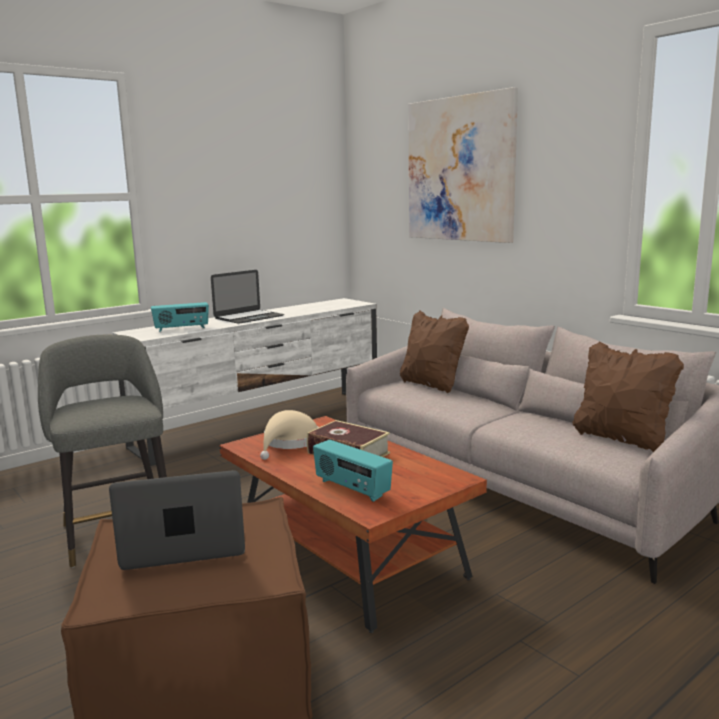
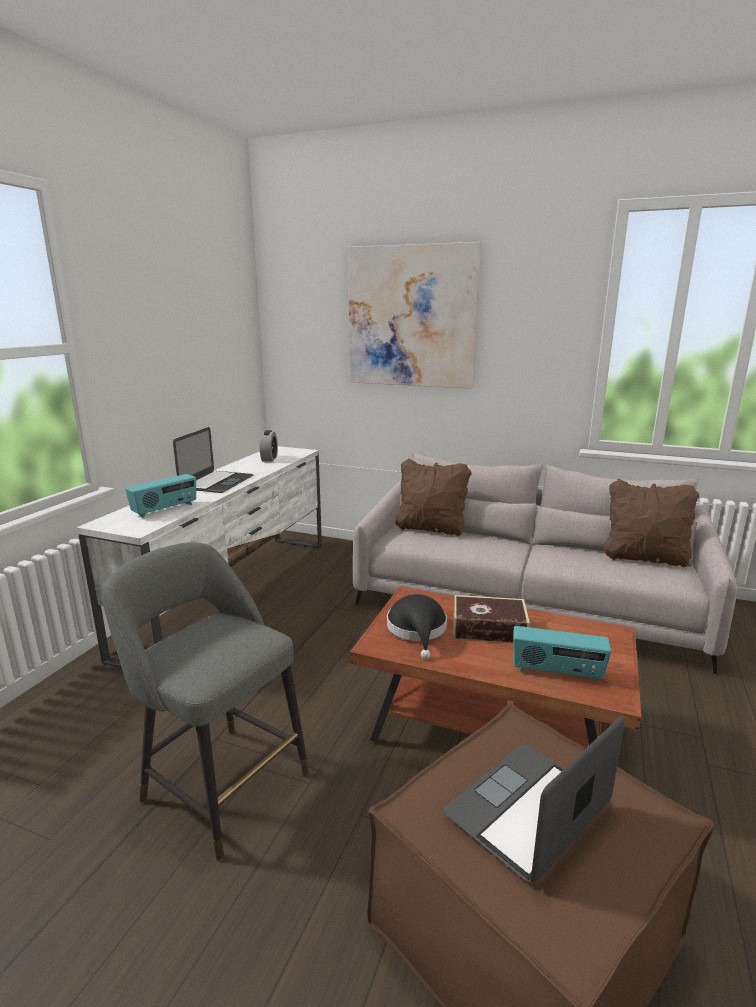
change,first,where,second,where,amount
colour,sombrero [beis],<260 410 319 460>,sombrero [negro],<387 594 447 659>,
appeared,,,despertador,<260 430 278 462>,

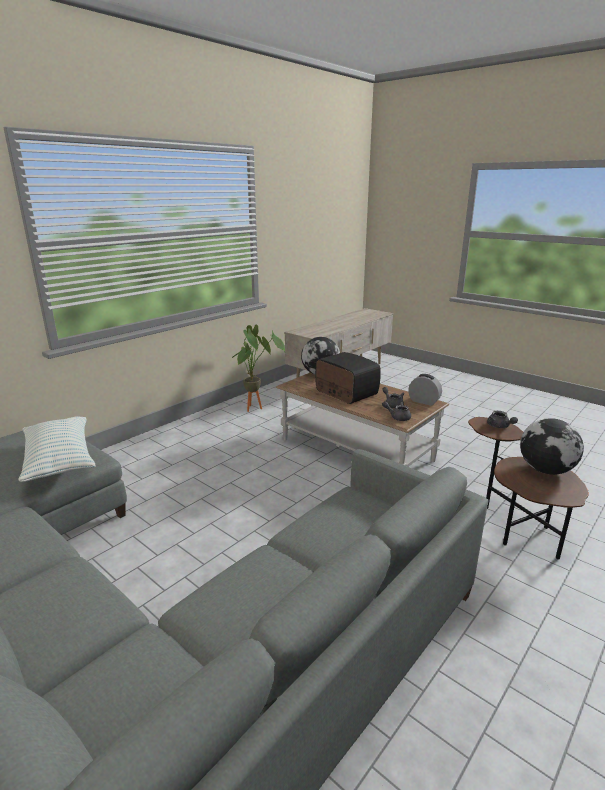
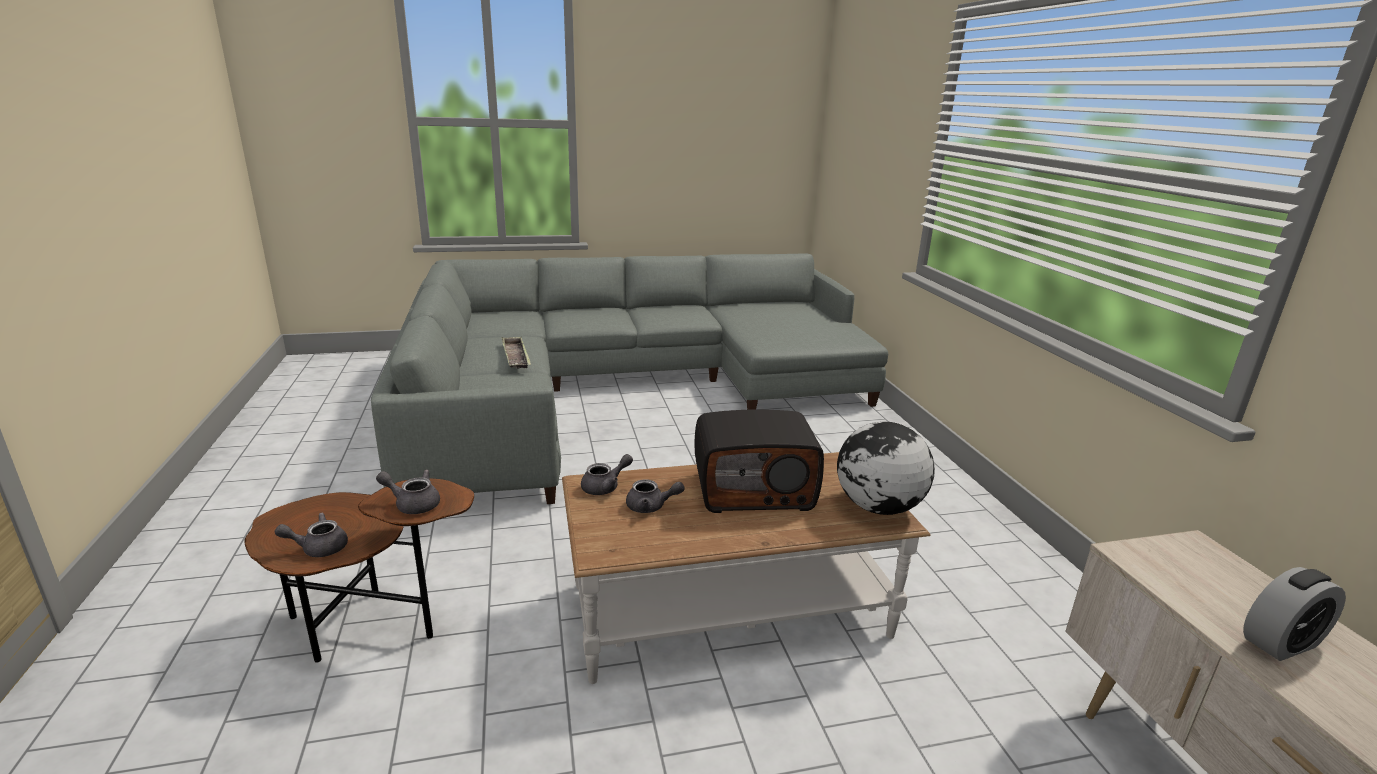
change,first,where,second,where,amount
missing,planta en maceta,<231 325 285 412>,,,
relocated,despertador,<408 374 442 406>,,<1243 567 1346 661>,
missing,cojín,<18 416 95 482>,,,
exchanged,globo terráqueo,<520 418 584 475>,tetera [gris],<275 513 348 557>,
appeared,,,bandeja,<501 337 531 369>,

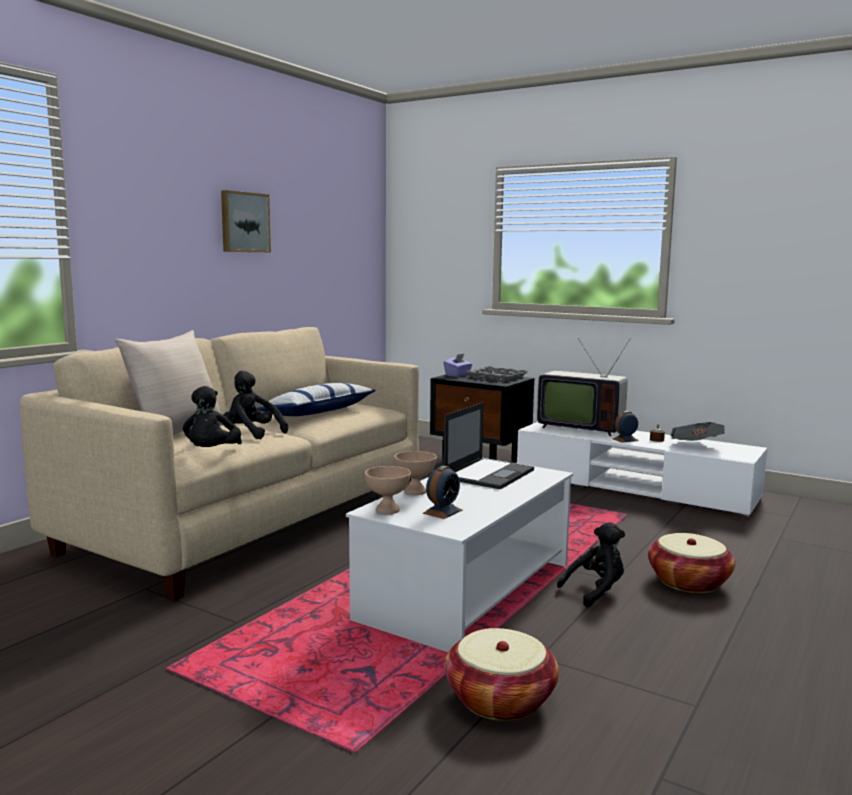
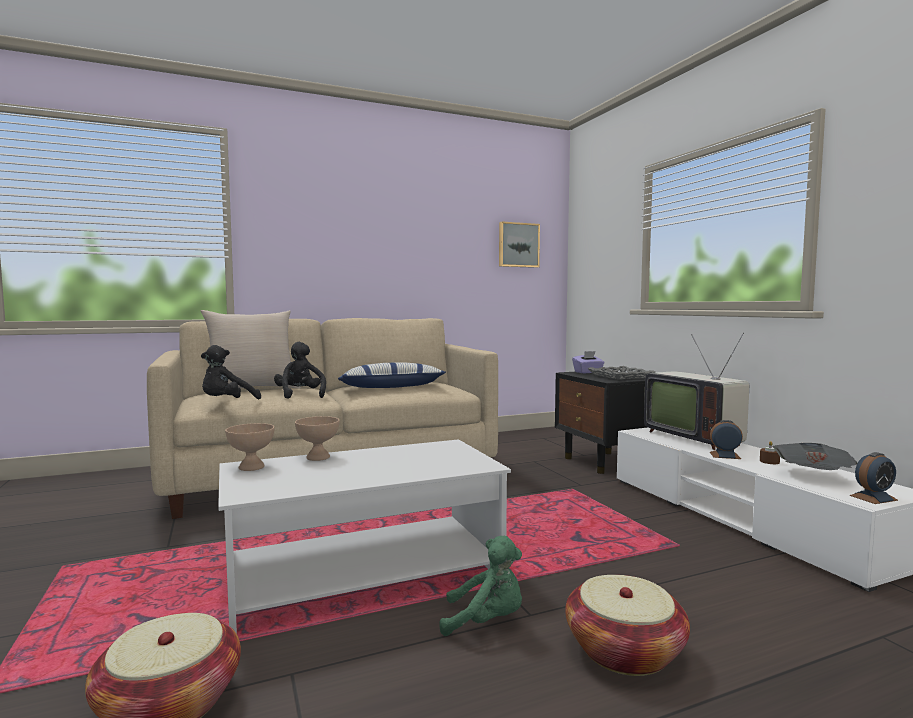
change,first,where,second,where,amount
relocated,cuadro,<221 190 271 252>,,<499 222 540 268>,
missing,portátil,<444 402 534 489>,,,
relocated,despertador,<423 466 463 519>,,<849 452 898 504>,
colour,peluche [negro],<557 522 625 607>,peluche [verde],<439 536 522 636>,

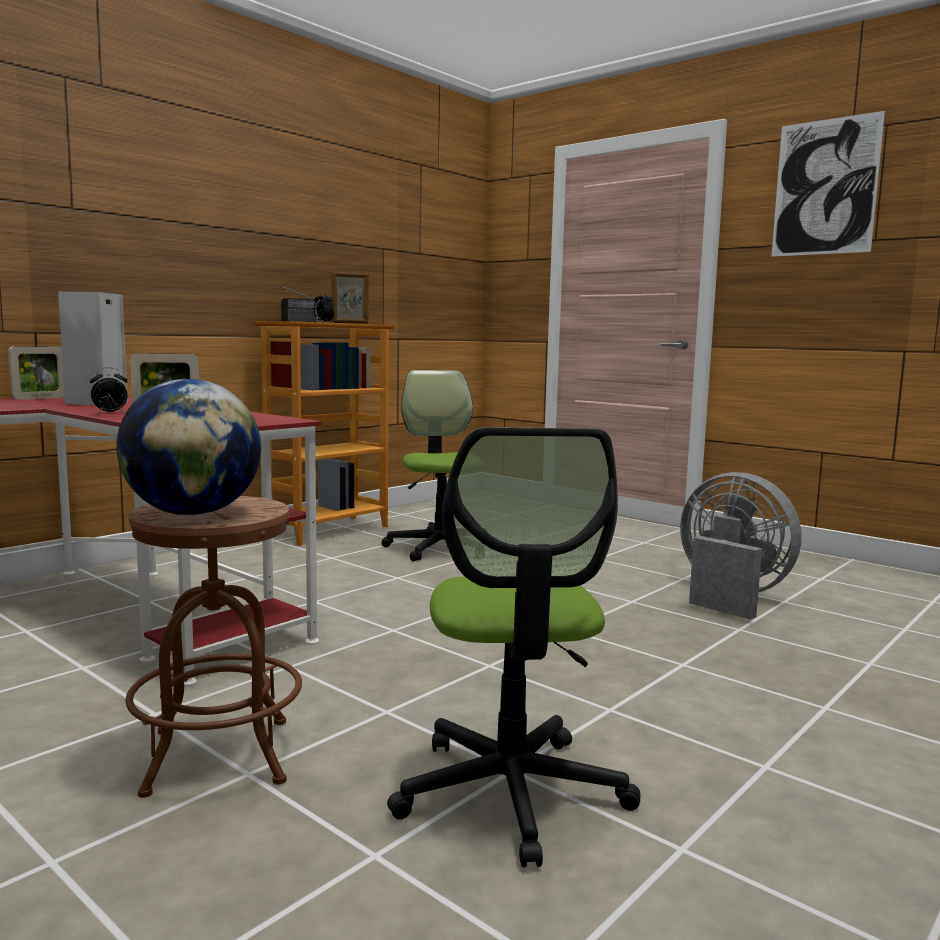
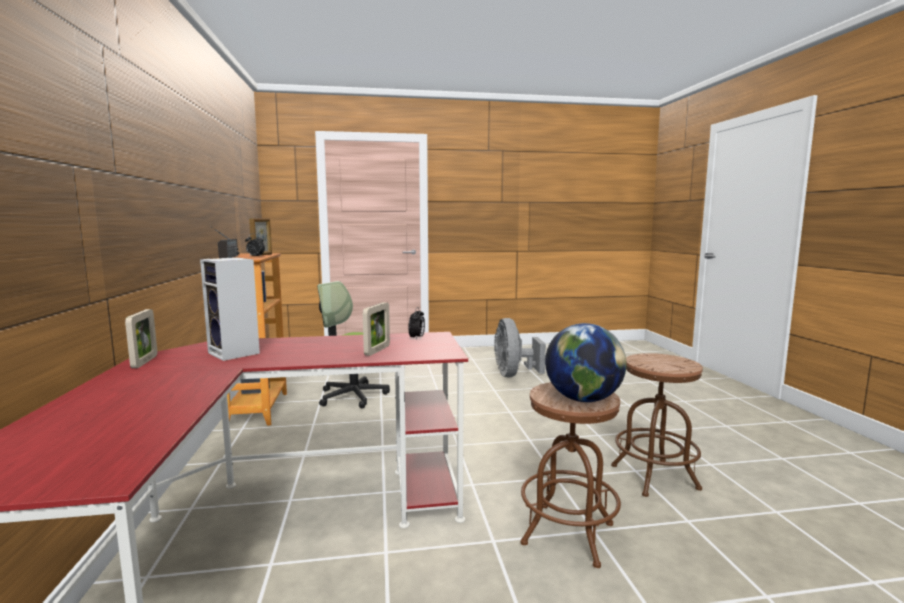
change,first,where,second,where,amount
missing,cuadro,<771 111 885 257>,,,
relocated,despertador,<90 367 128 414>,,<409 307 425 339>,
exchanged,silla de oficina,<387 427 640 867>,taburete [marrón],<611 353 703 497>,
spun,ventilador [gris],<680 472 802 620>,,<494 318 546 378>,90 degrees counterclockwise

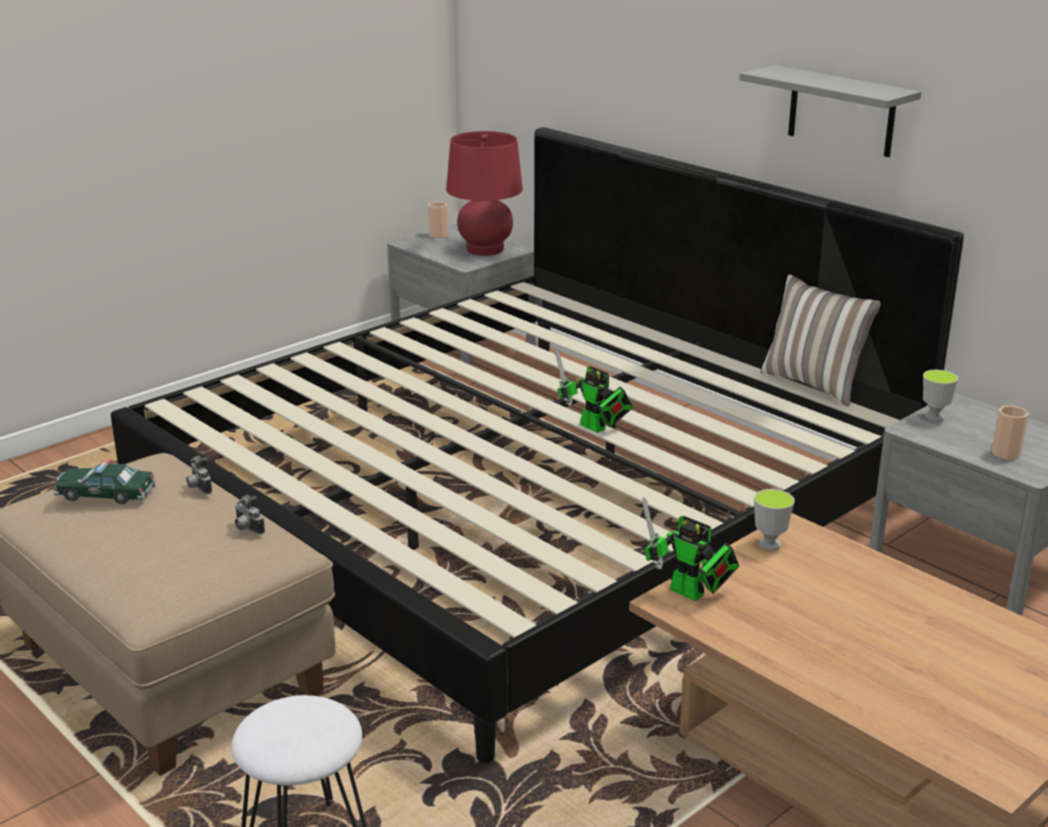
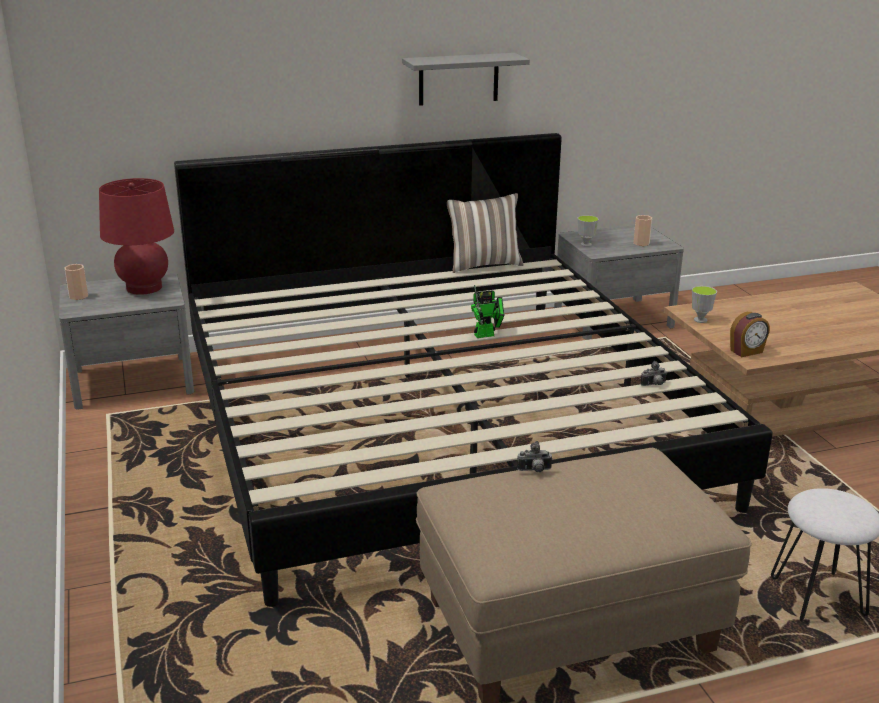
change,first,where,second,where,amount
missing,coche de juguete,<53 458 156 504>,,,
relocated,cámara,<235 495 265 535>,,<640 361 667 386>,
exchanged,robot de juguete,<642 497 739 601>,despertador,<730 312 770 357>,

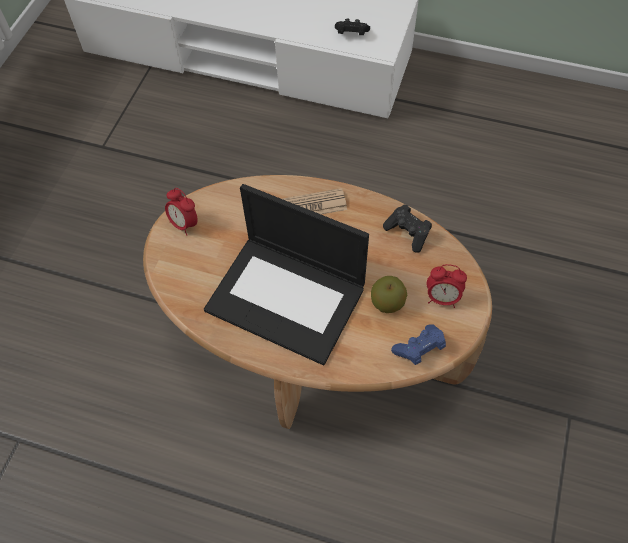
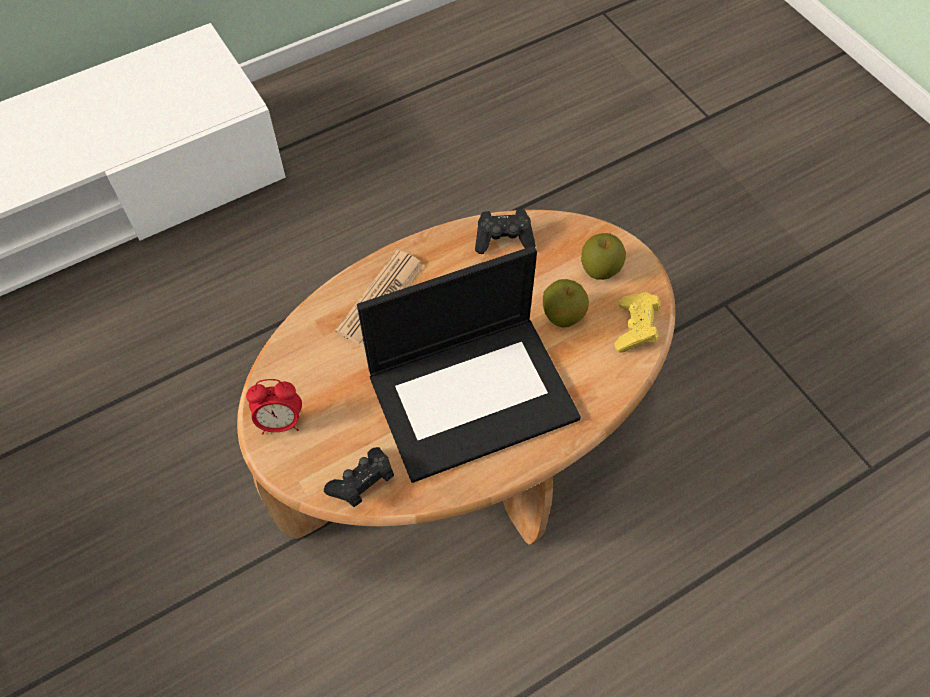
change,first,where,second,where,amount
relocated,mando de consola [negro],<335 19 370 35>,,<324 447 394 507>,
exchanged,despertador,<426 264 467 308>,manzana,<581 233 626 280>,
colour,mando de consola [azul],<391 324 446 365>,mando de consola [amarillo],<614 292 660 353>,

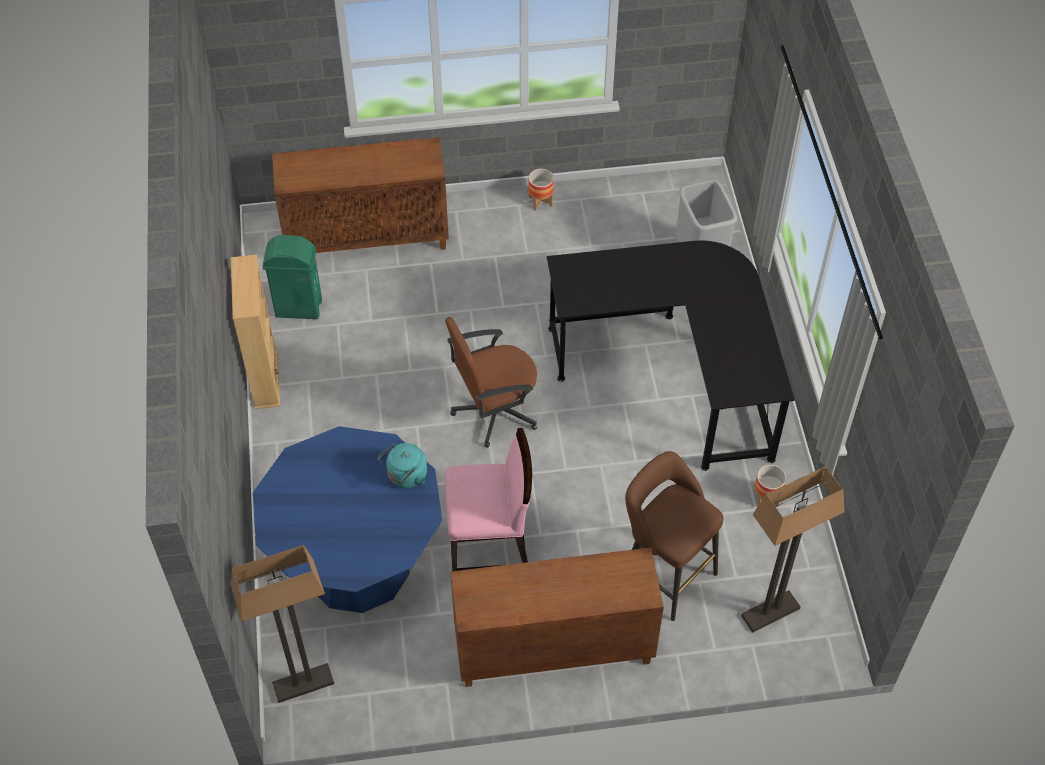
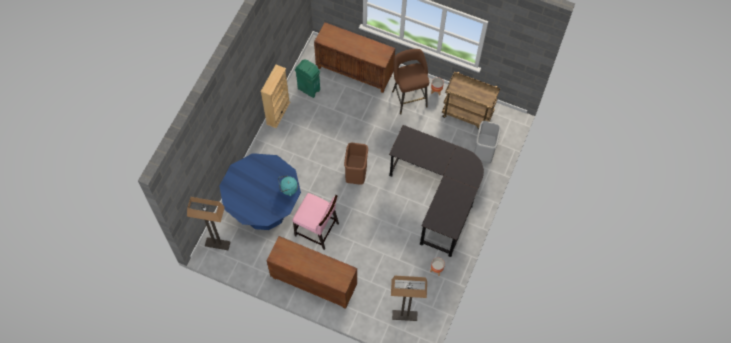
change,first,where,second,where,amount
exchanged,silla de oficina [marrón],<445 317 537 448>,papelera [marrón],<344 143 368 185>,
relocated,taburete [marrón],<625 451 724 621>,,<392 49 429 114>,
appeared,,,carrito [marrón],<442 72 500 130>,

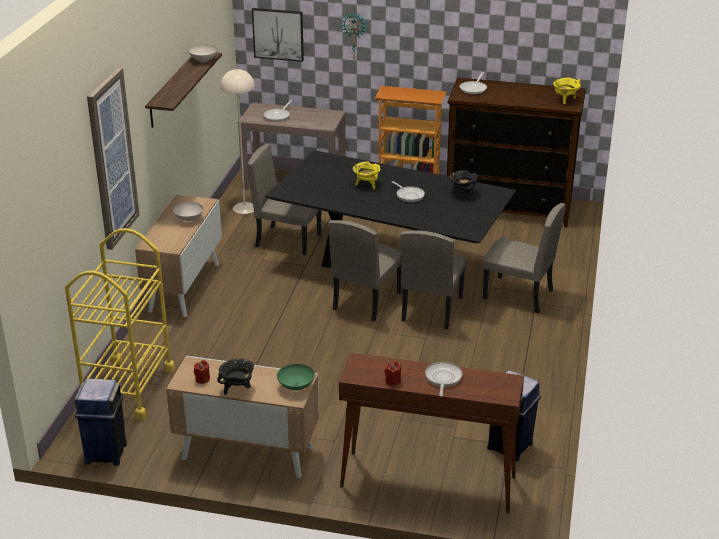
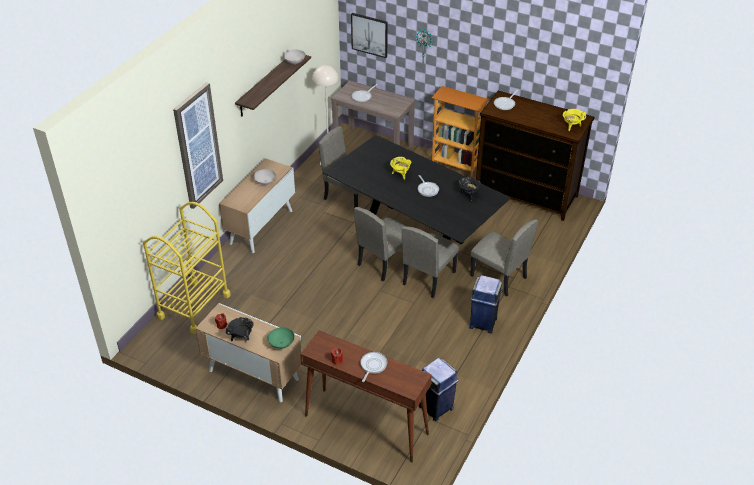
change,first,where,second,where,amount
relocated,papelera [azul],<74 379 127 466>,,<469 275 502 334>,

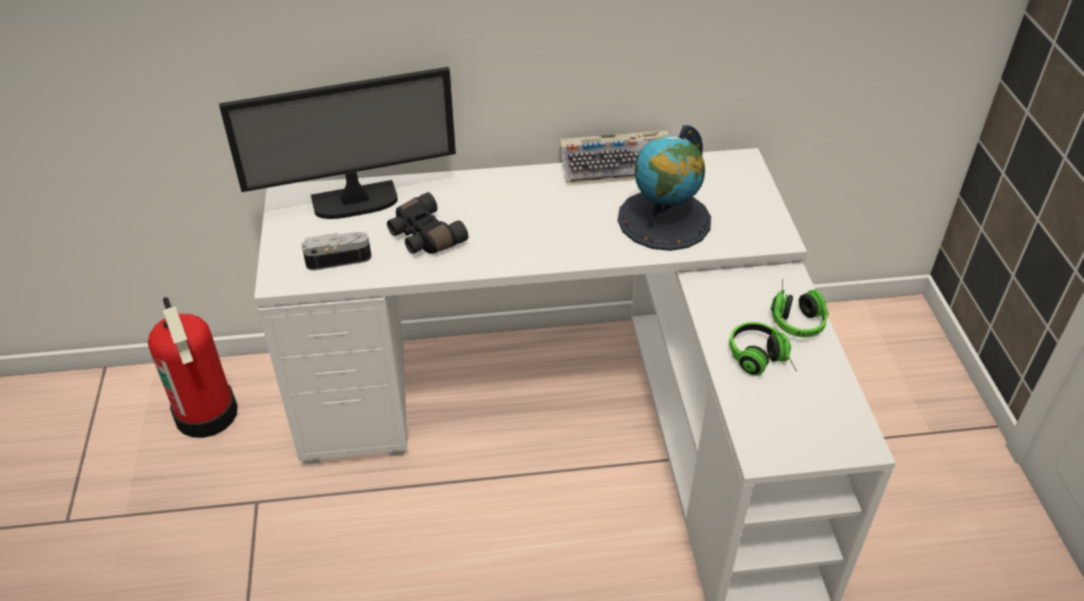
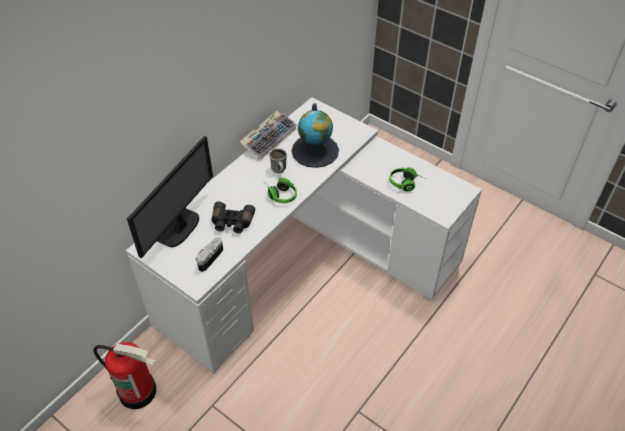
change,first,where,second,where,amount
relocated,auriculares,<771 280 829 337>,,<266 177 297 203>,
appeared,,,taza grande,<269 148 287 173>,

